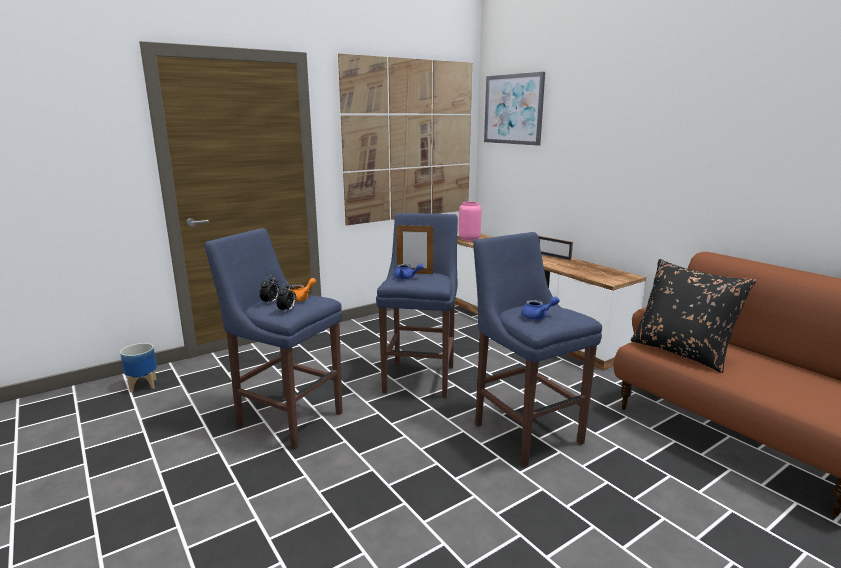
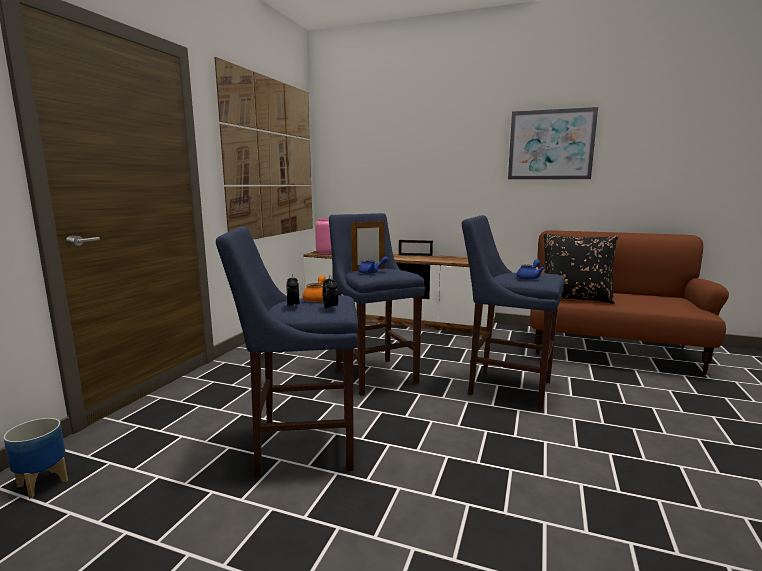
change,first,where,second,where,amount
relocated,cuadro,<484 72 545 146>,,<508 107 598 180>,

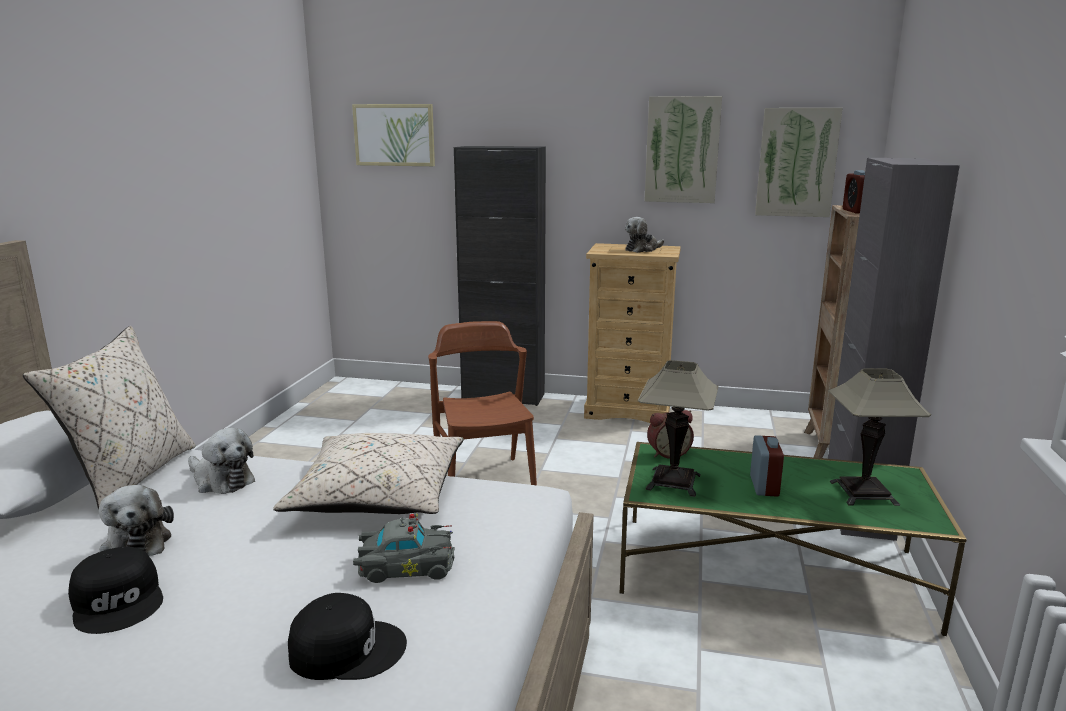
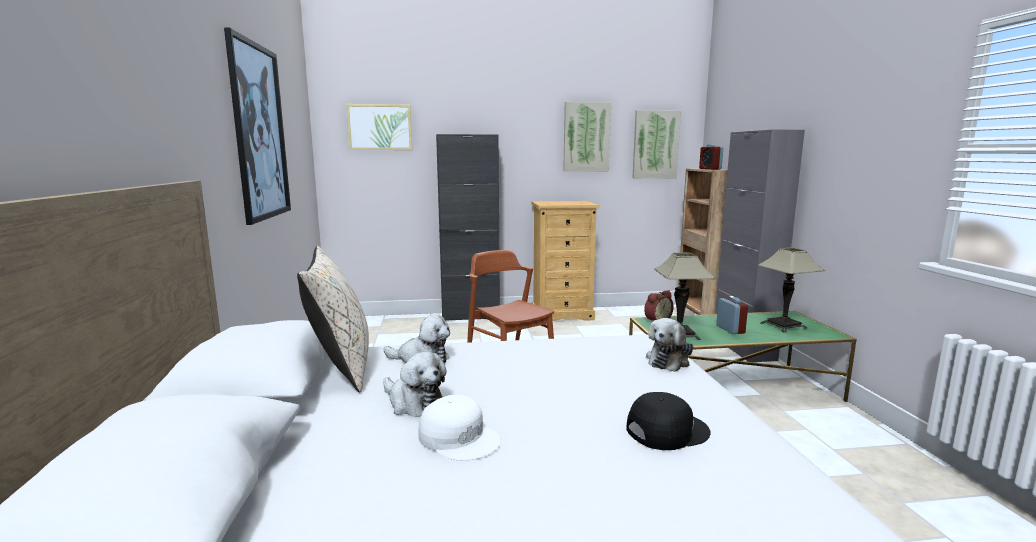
change,first,where,second,where,amount
relocated,peluche,<625 217 664 253>,,<646 318 693 372>,
missing,cojín [beis],<273 433 463 514>,,,
missing,coche de juguete [gris],<353 513 454 583>,,,
colour,gorra [negro],<68 546 163 634>,gorra [blanco],<418 395 501 460>,
appeared,,,cuadro,<224 27 291 225>,

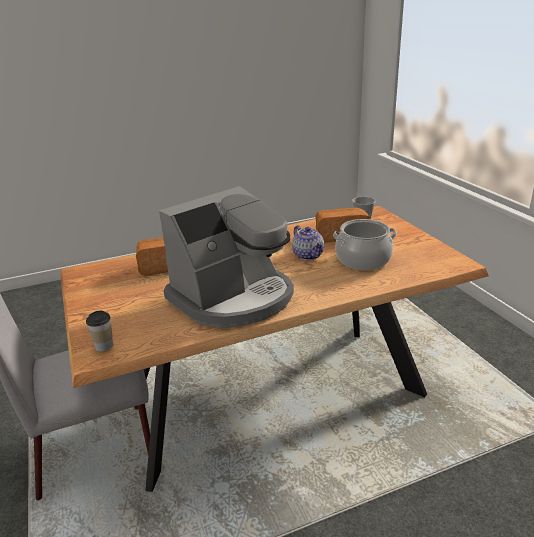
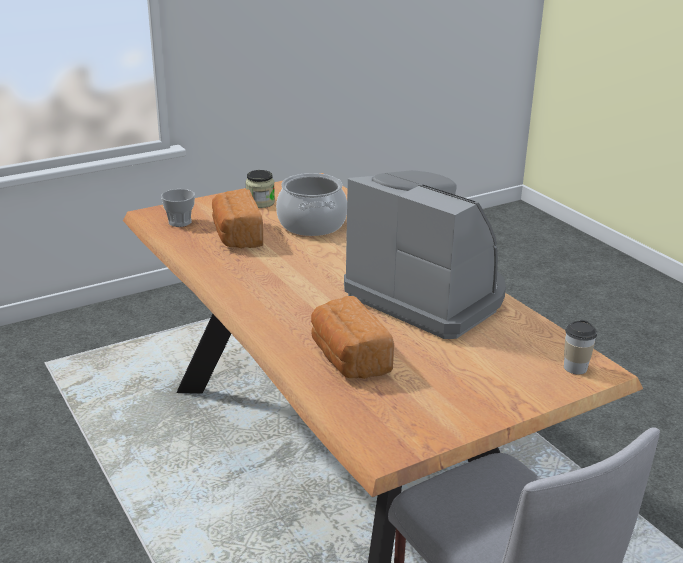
change,first,where,second,where,amount
missing,tetera,<292 225 324 260>,,,
appeared,,,tarro,<245 170 275 208>,

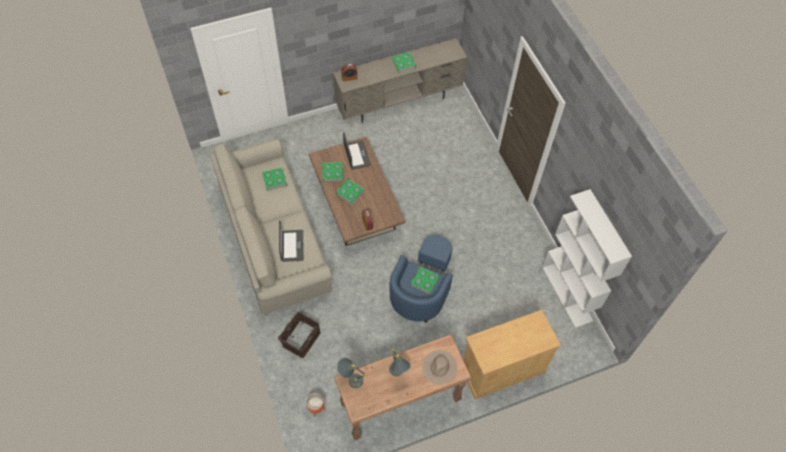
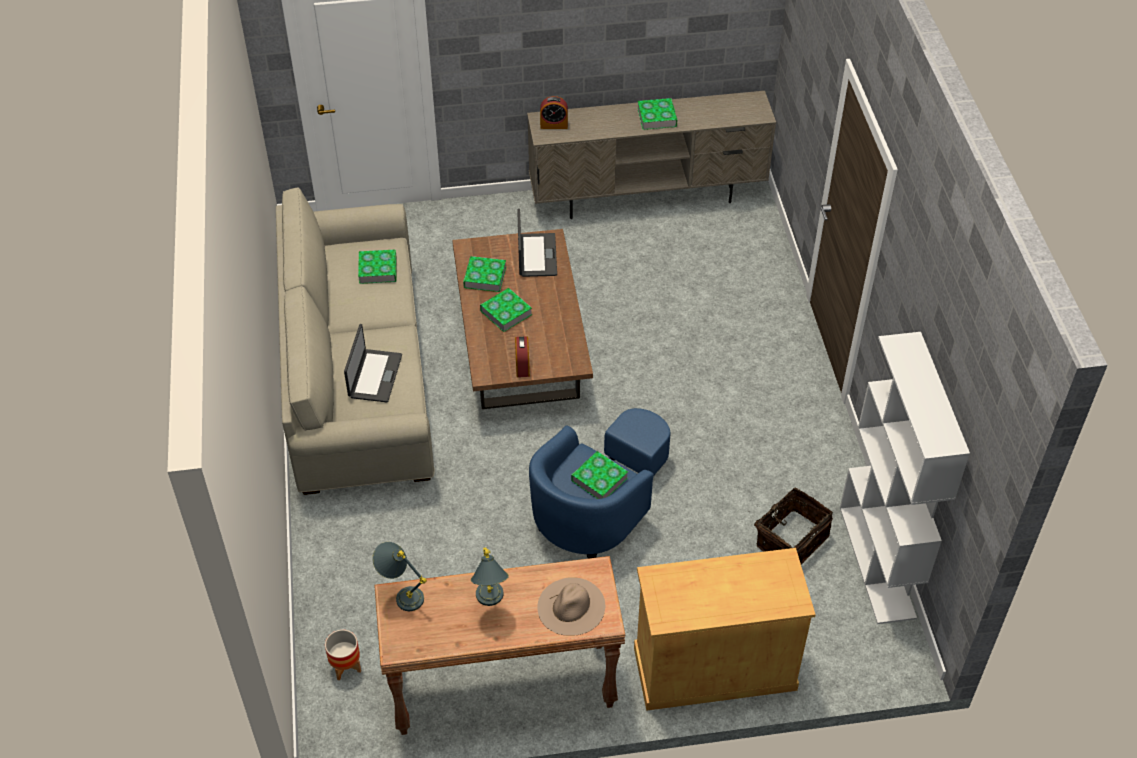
change,first,where,second,where,amount
relocated,cesta,<278 312 321 358>,,<754 487 833 564>,

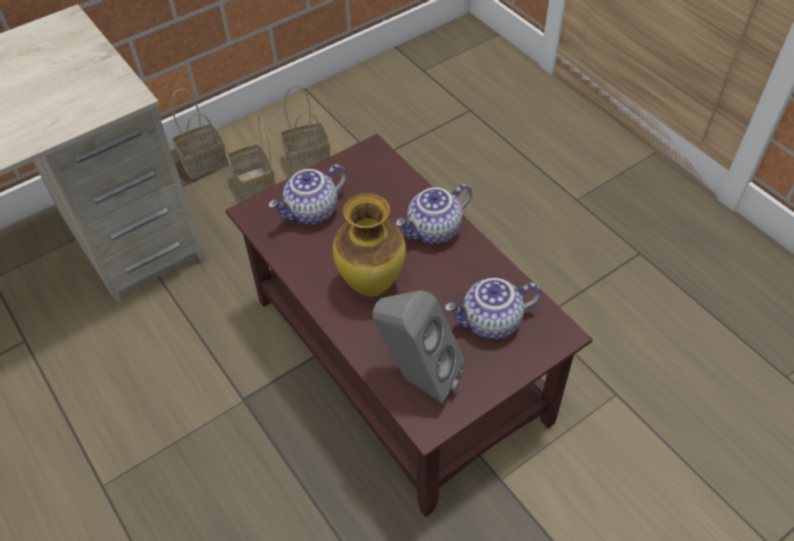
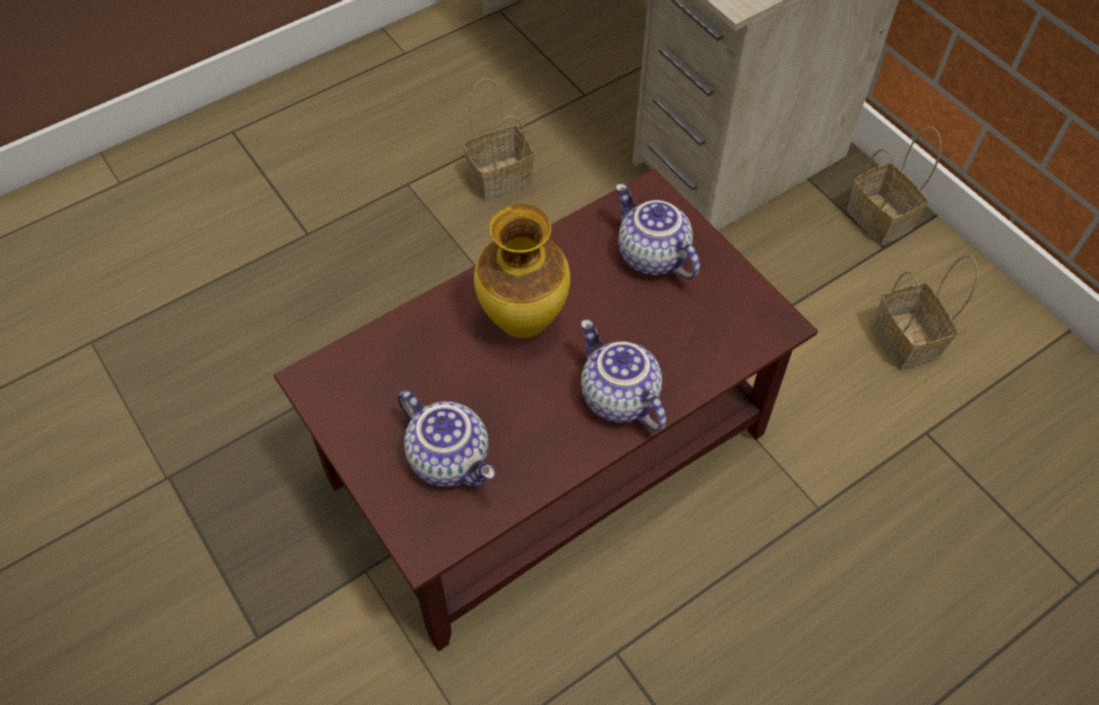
change,first,where,second,where,amount
relocated,cesta,<218 116 275 200>,,<463 78 534 201>,
spun,tetera,<445 278 542 339>,,<398 390 495 487>,150 degrees clockwise
missing,altavoz [gris],<373 290 465 405>,,,

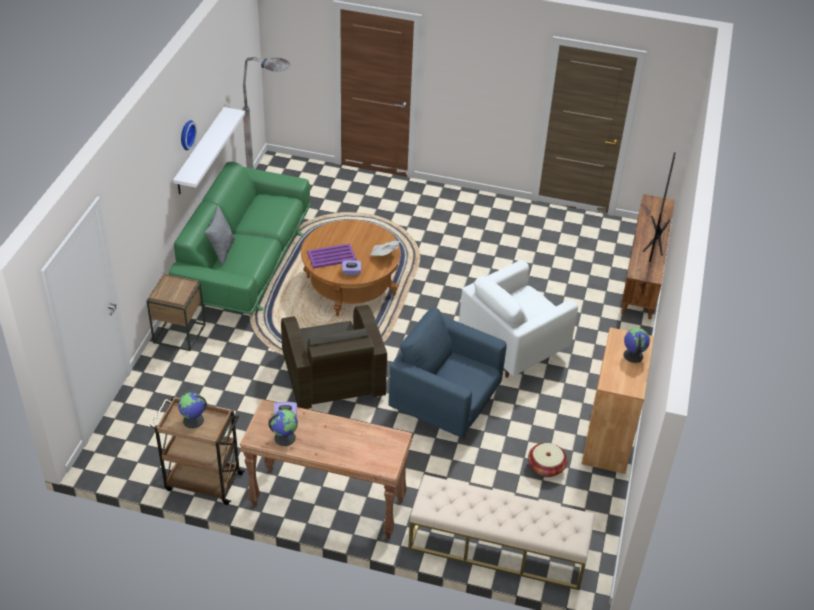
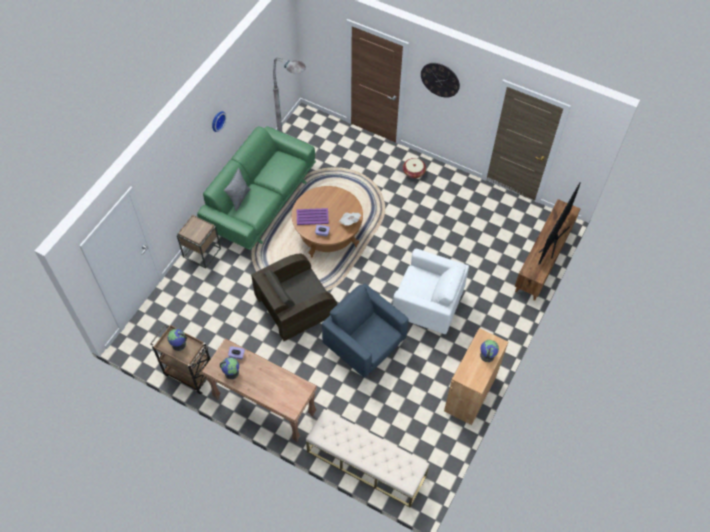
change,first,where,second,where,amount
missing,estante [blanco],<173 107 245 194>,,,
spun,sillón [blanco],<459 260 578 378>,,<393 249 469 334>,135 degrees counterclockwise
spun,sillón [marrón],<281 305 387 409>,,<251 254 337 341>,60 degrees clockwise
relocated,cesta,<528 443 568 477>,,<403 158 426 178>,
appeared,,,reloj de pared,<421 63 460 98>,

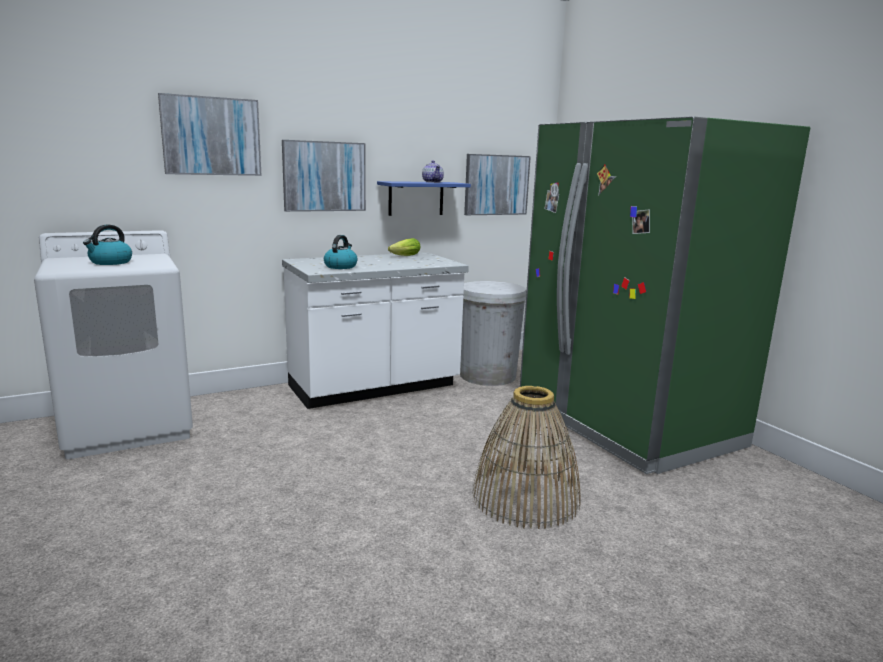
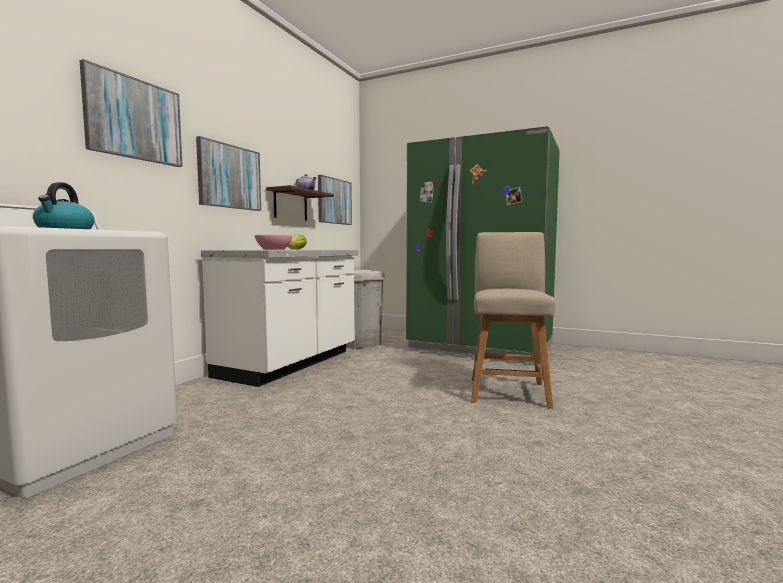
change,first,where,second,where,amount
colour,estante [azul],<377 181 471 216>,estante [marrón],<266 185 334 221>,
exchanged,hervidor,<324 235 358 269>,cuenco [rosa],<255 235 292 250>,
exchanged,cesta,<472 386 580 529>,silla [beis],<471 232 555 408>,

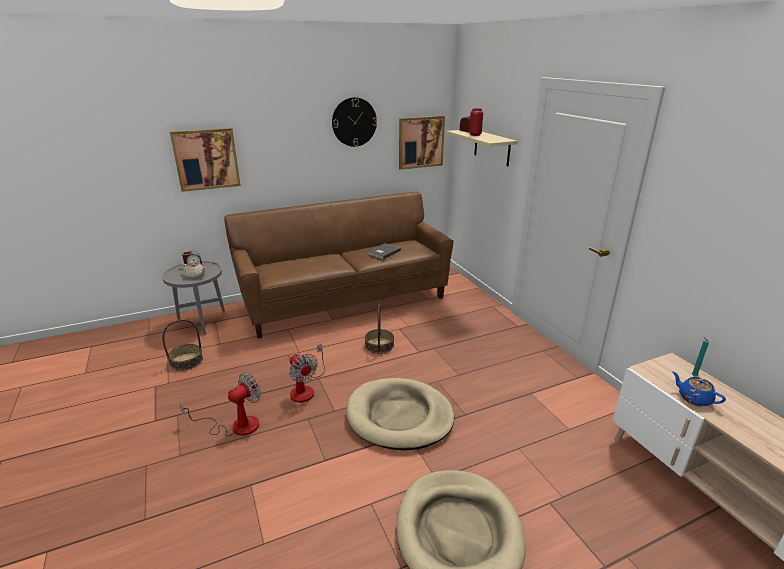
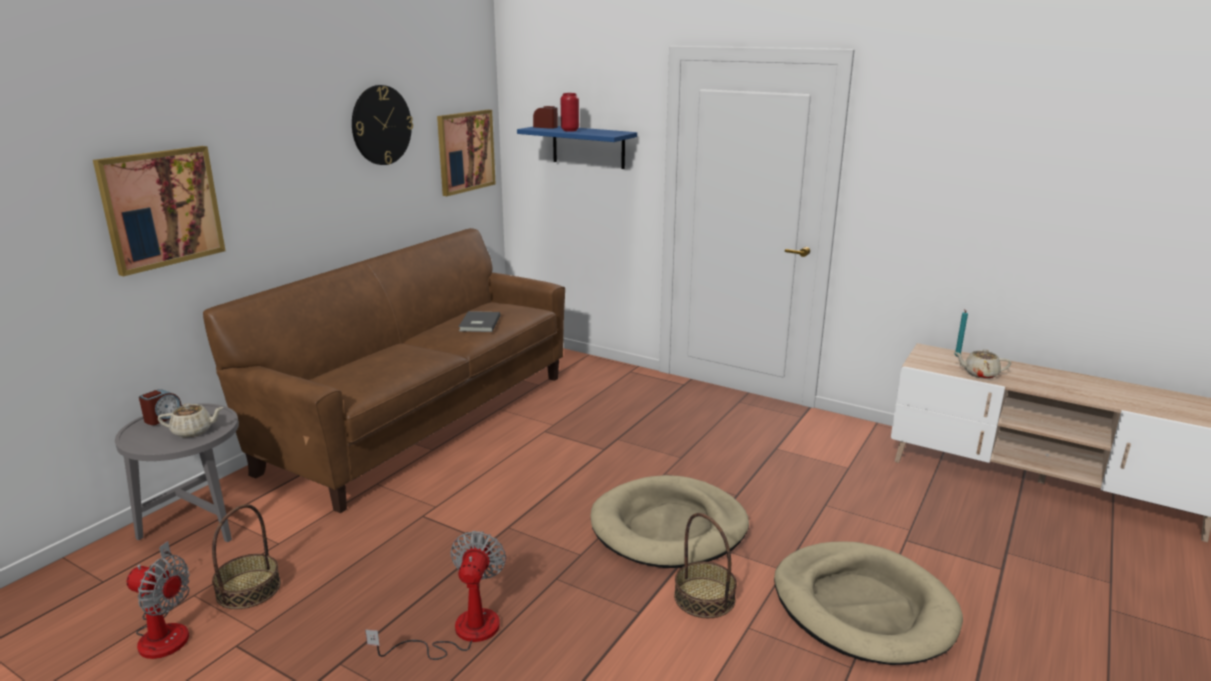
change,first,where,second,where,amount
colour,estante [beis],<446 130 518 166>,estante [azul],<517 126 637 169>,
relocated,cesta,<365 304 394 354>,,<674 513 737 618>,
relocated,ventilador,<289 344 325 403>,,<126 541 190 659>,
colour,tetera [azul],<673 372 726 406>,tetera [beis],<954 349 1011 379>,

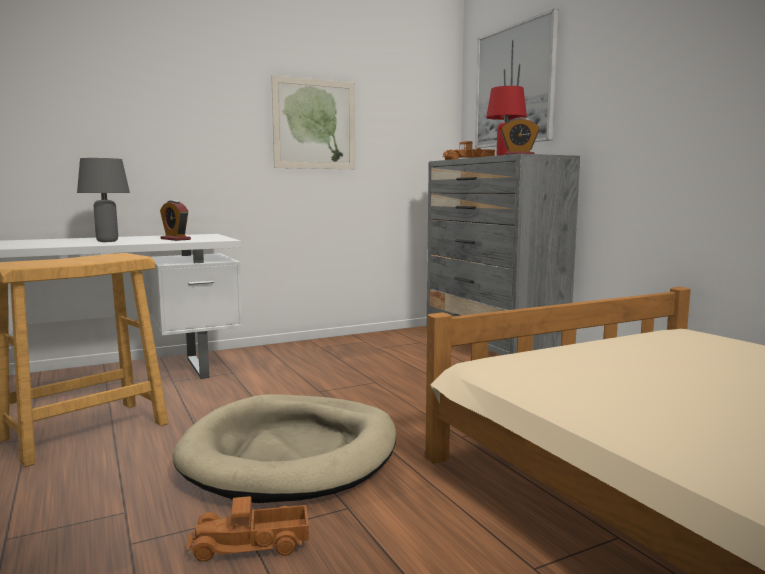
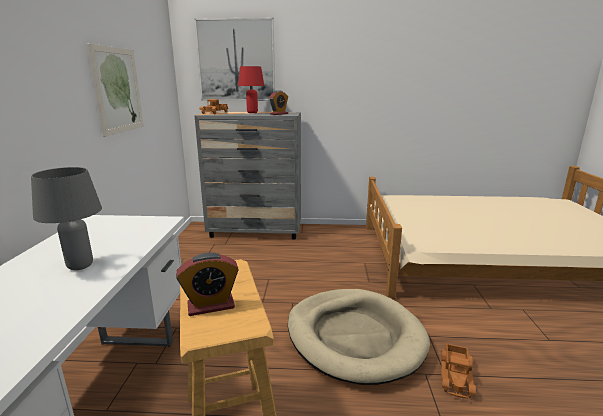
change,first,where,second,where,amount
relocated,despertador,<160 200 191 241>,,<176 253 239 316>,

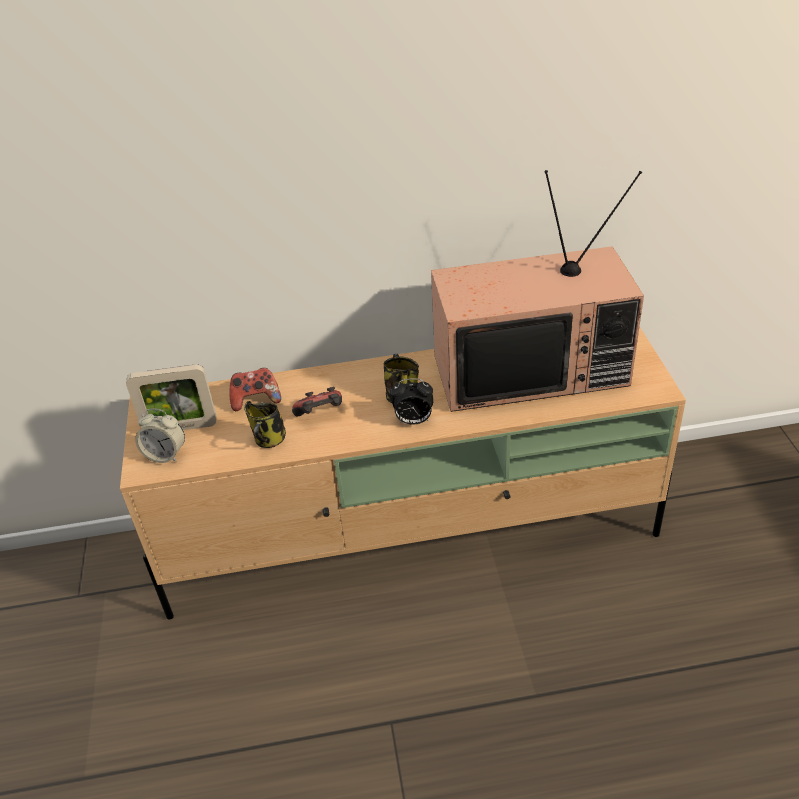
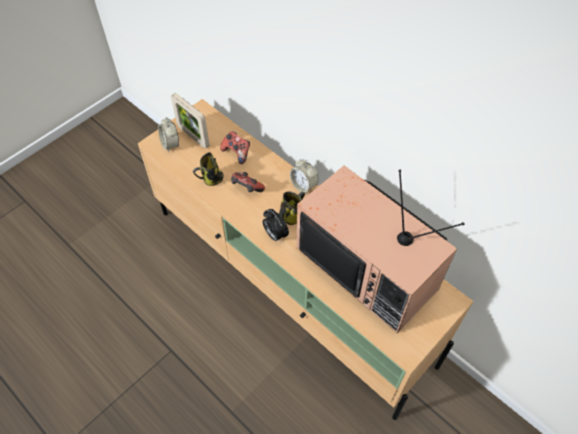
change,first,where,second,where,amount
appeared,,,despertador,<290 159 319 194>,

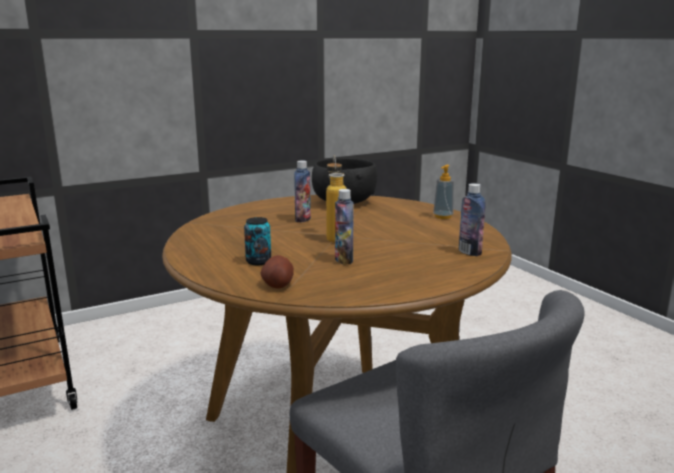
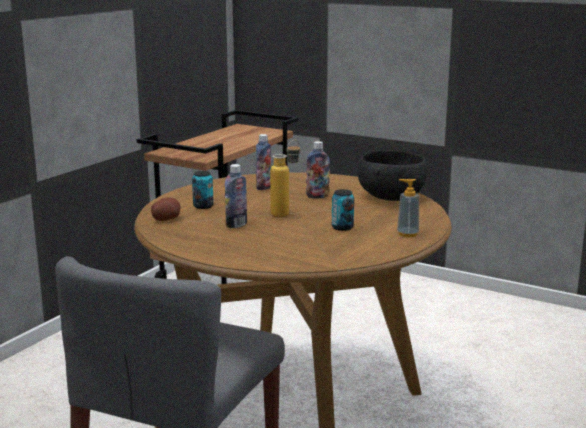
change,first,where,second,where,amount
relocated,botella,<458 183 485 256>,,<256 134 271 190>,
appeared,,,lata,<332 189 354 231>,

